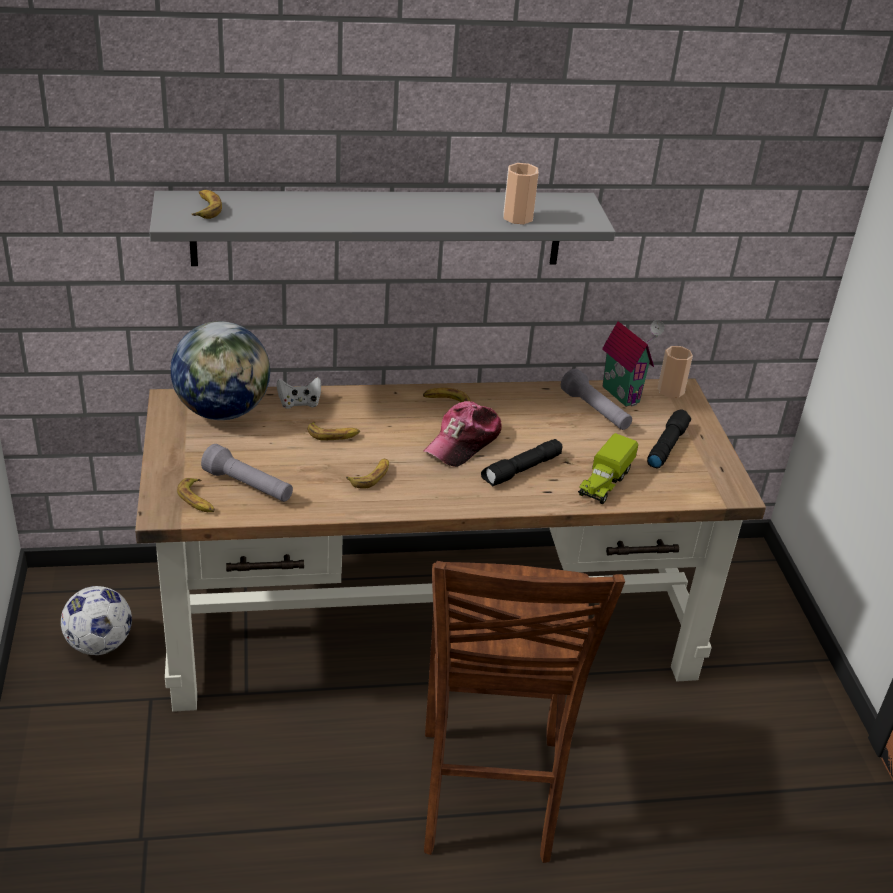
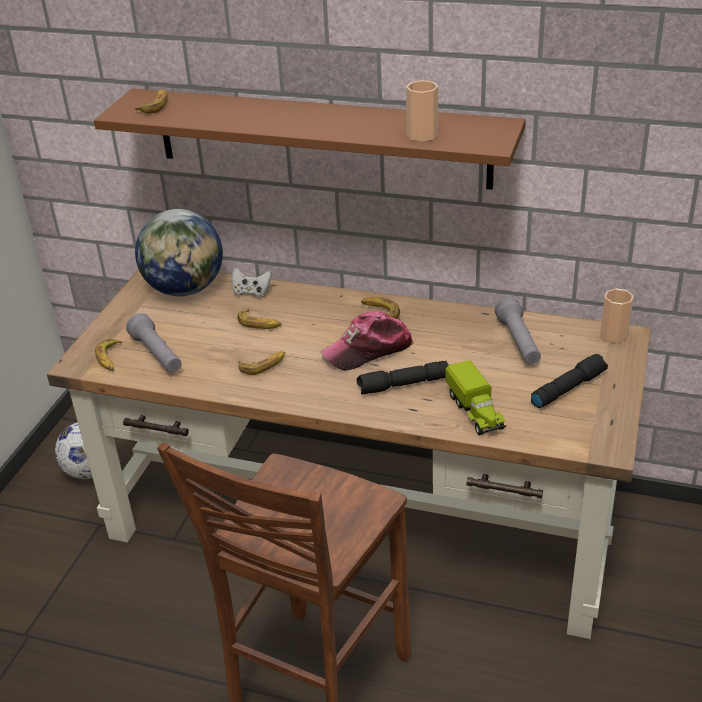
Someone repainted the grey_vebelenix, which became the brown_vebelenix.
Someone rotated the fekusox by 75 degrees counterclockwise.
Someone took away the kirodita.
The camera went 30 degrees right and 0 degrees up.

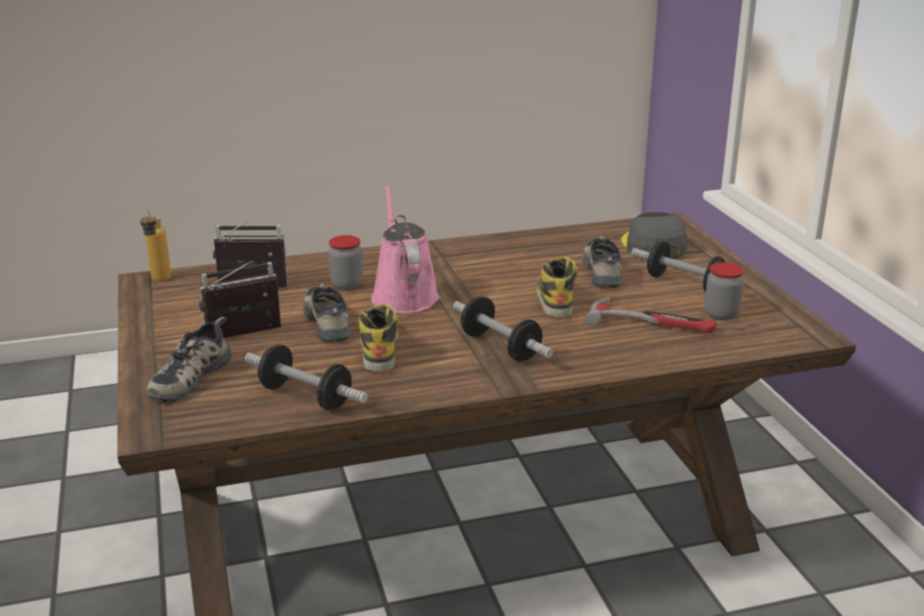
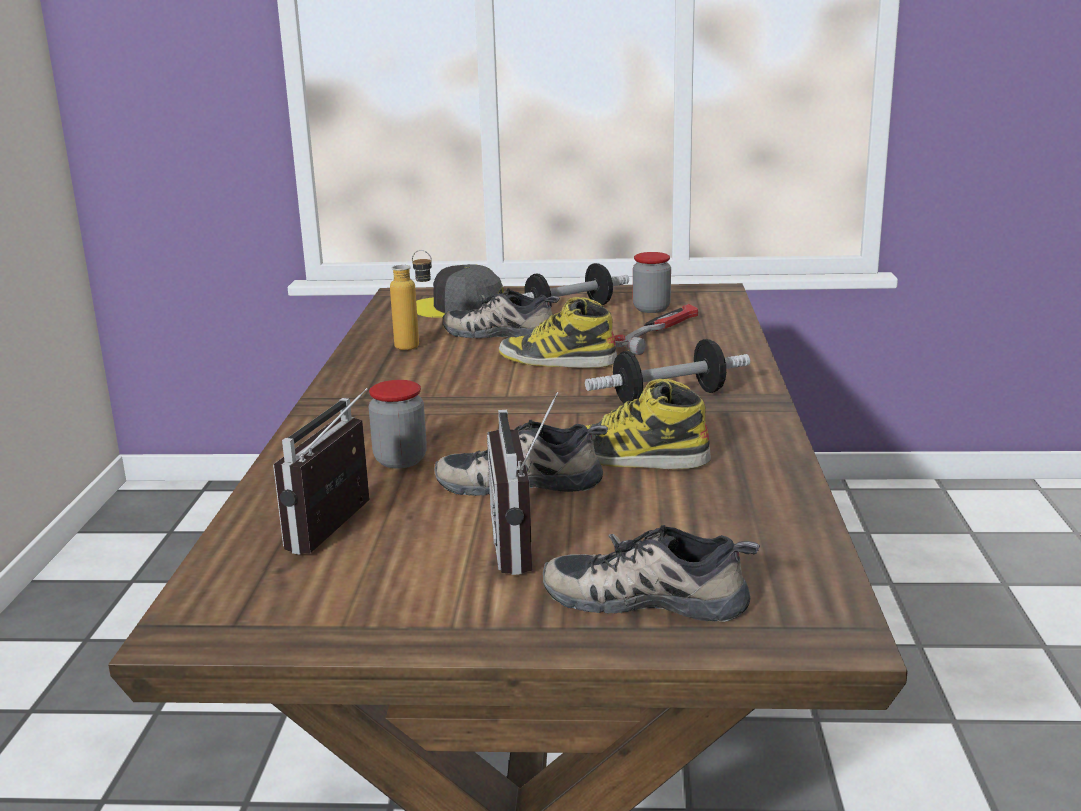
Someone carried the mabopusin.
Someone rotated the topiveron (1st from left in the first image) by 150 degrees clockwise.
Someone took away the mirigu (1st from left).
Someone took away the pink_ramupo.
The camera went 70 degrees left and 5 degrees down.

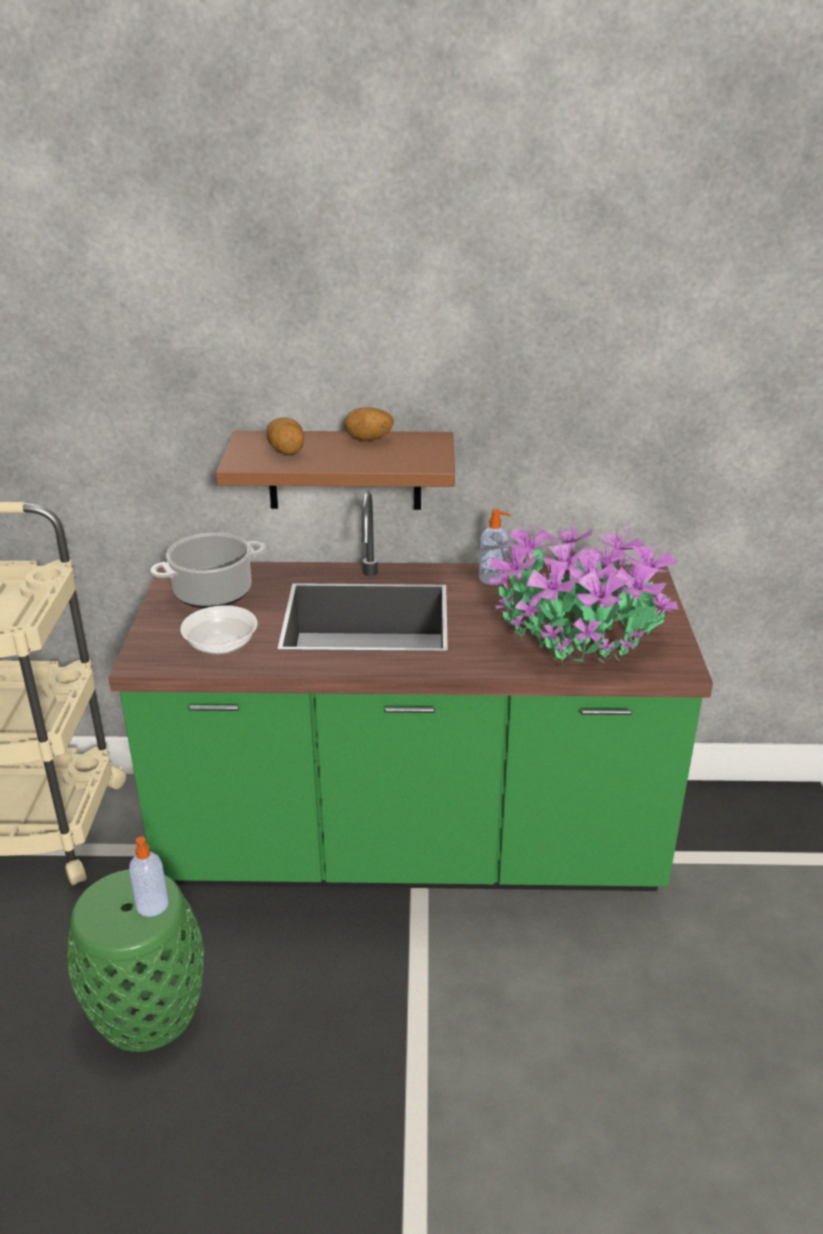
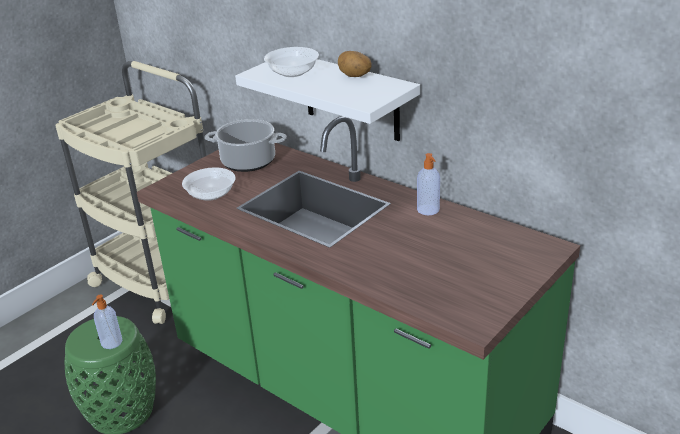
Someone repainted the brown_vebelenix, which became the white_vebelenix.
Someone swapped the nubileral (1st from left) for the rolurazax (2nd from left).
Someone took away the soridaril.
The camera went 40 degrees right and 0 degrees up.

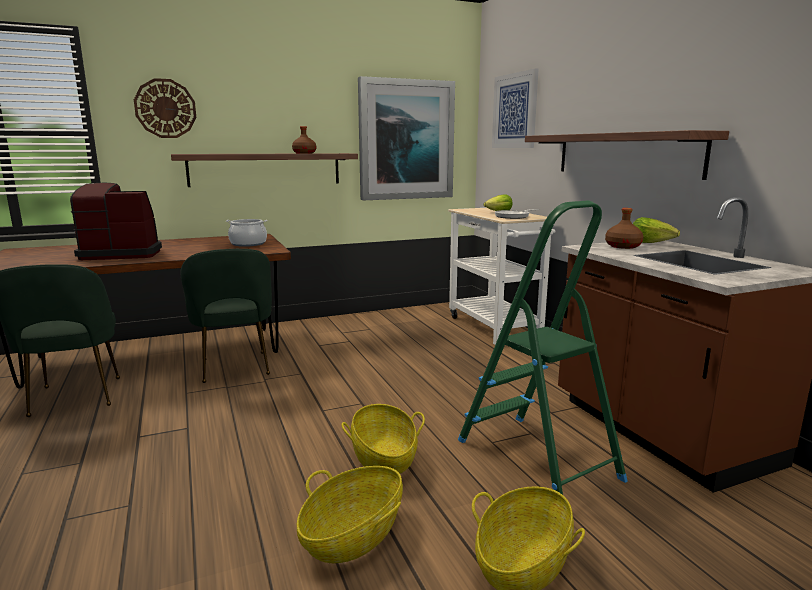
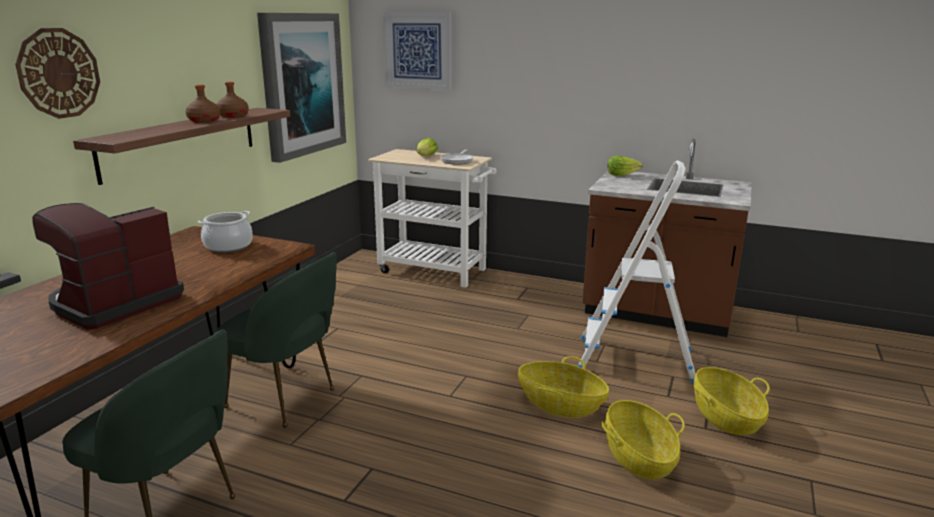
Someone carried the brown_mabopusin (2nd from left in the first image).
Someone repainted the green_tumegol, which became the white_tumegol.
Someone took away the vebelenix (2nd from left).
The camera went 45 degrees left and 5 degrees up.

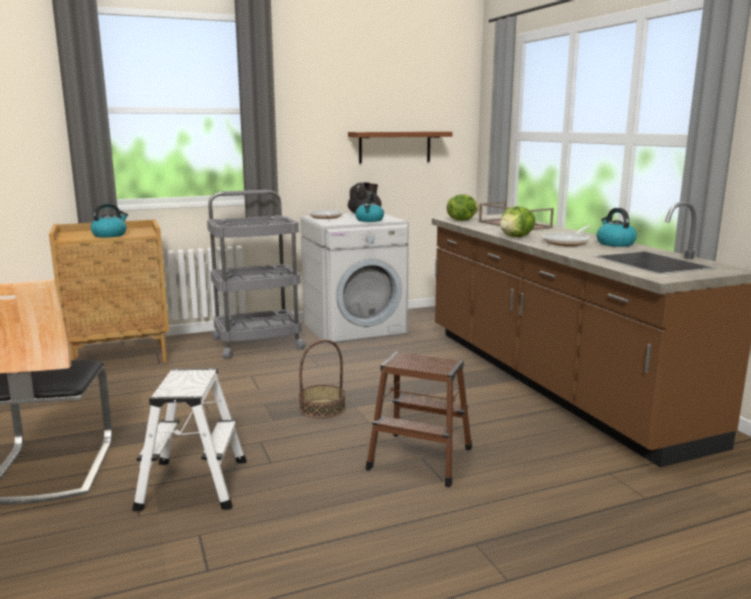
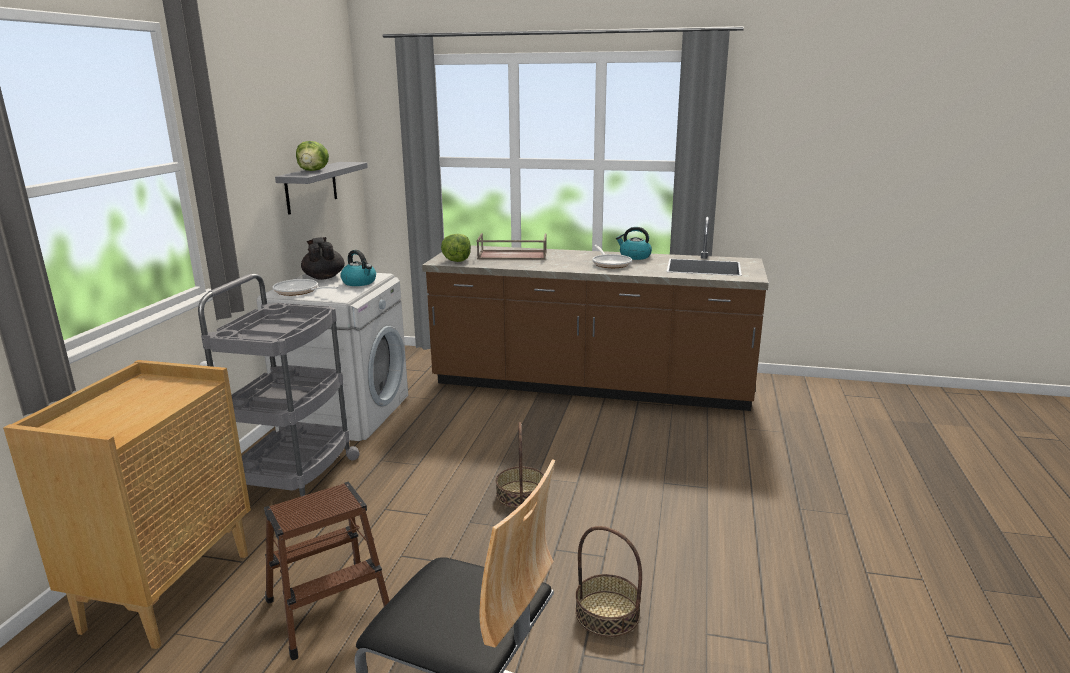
Someone carried the brown_tumegol.
Someone repainted the brown_vebelenix, which became the grey_vebelenix.
Someone carried the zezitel (2nd from left in the first image).
Someone swapped the white_tumegol for the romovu (2nd from left).
Someone took away the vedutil (1st from left).
The camera went 55 degrees left and 5 degrees up.

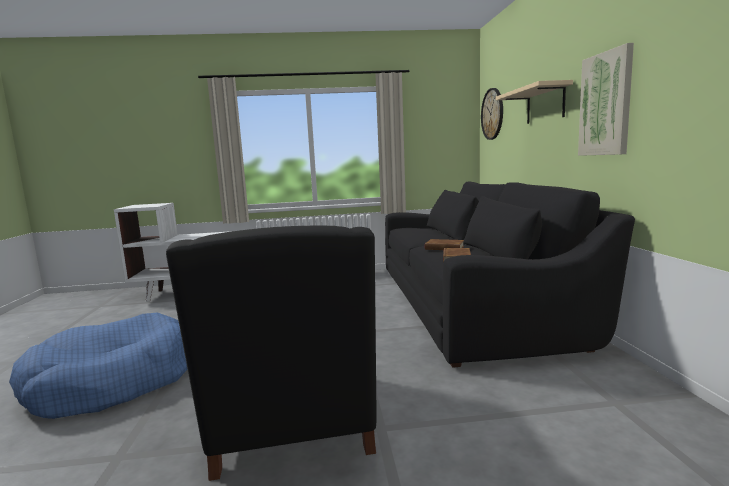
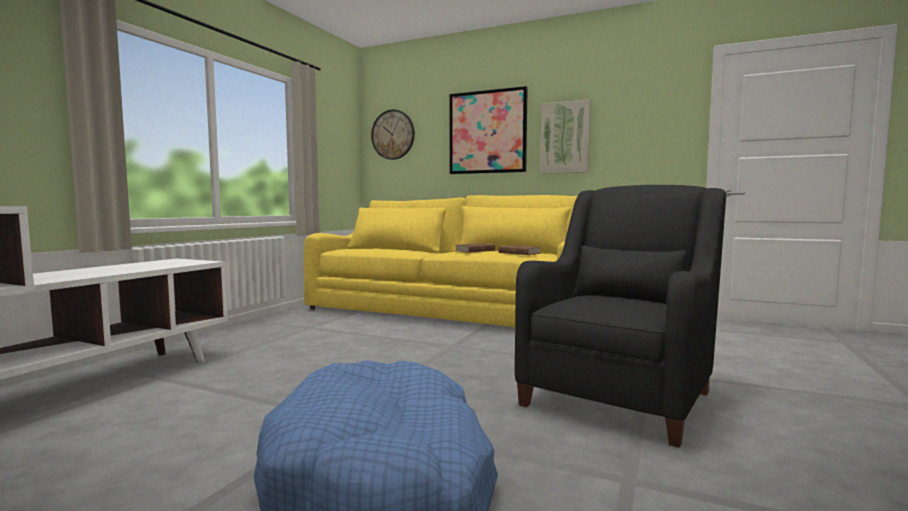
Someone repainted the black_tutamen, which became the yellow_tutamen.
Someone swapped the beige_vebelenix for the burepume (1st from left).
Someone rotated the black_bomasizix by 75 degrees counterclockwise.
The camera went 60 degrees left and 5 degrees down.

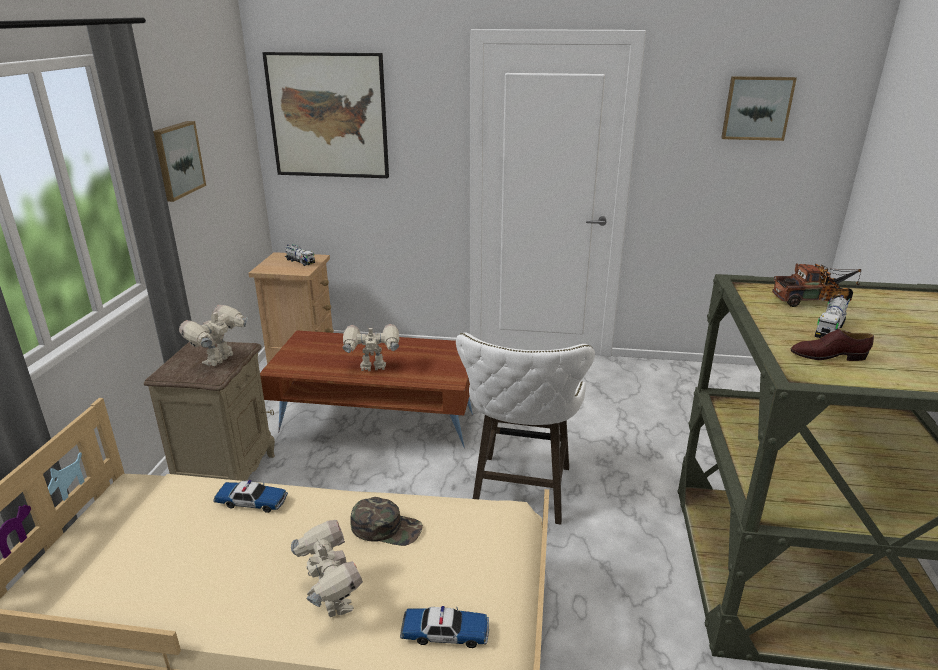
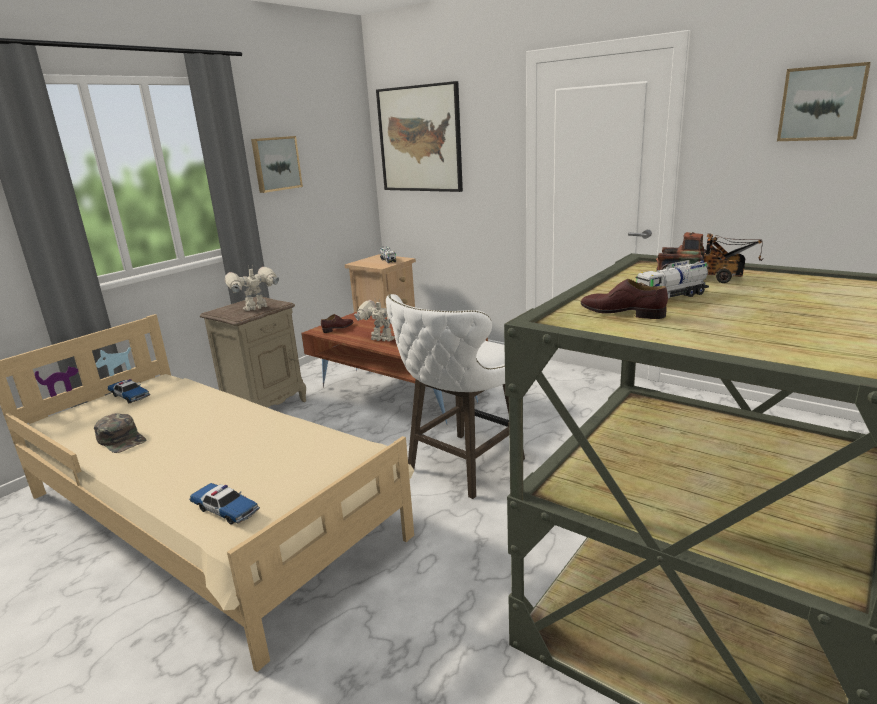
Someone carried the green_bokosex.
Someone carried the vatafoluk (1st from left).
Someone put down the brown_topiveron (1st from left).
Someone took away the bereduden (2nd from left).
The camera went 30 degrees right and 5 degrees down.

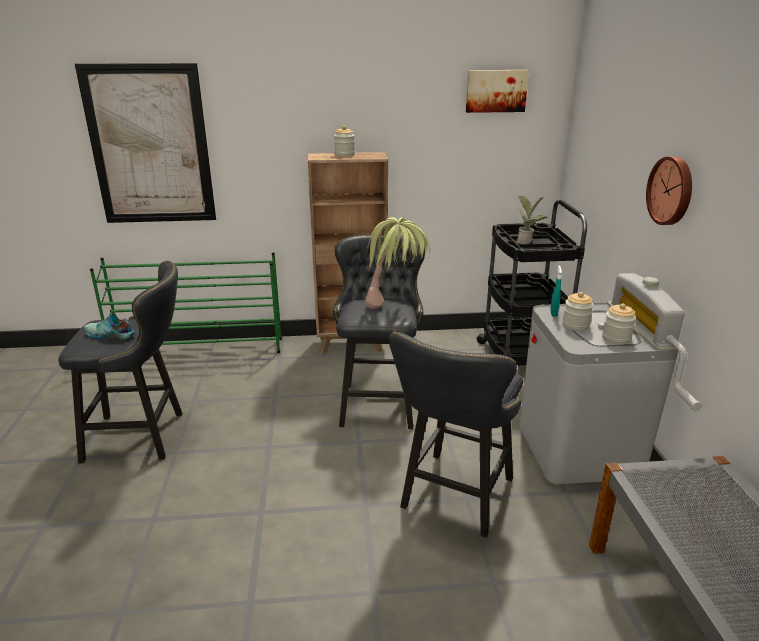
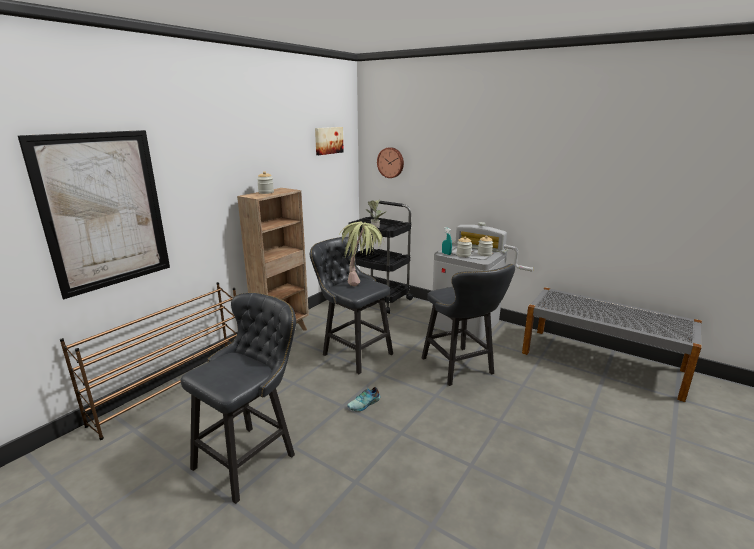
Someone repainted the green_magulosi, which became the brown_magulosi.
Someone carried the topiveron.
Someone carried the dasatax.
The camera went 50 degrees left and 5 degrees down.

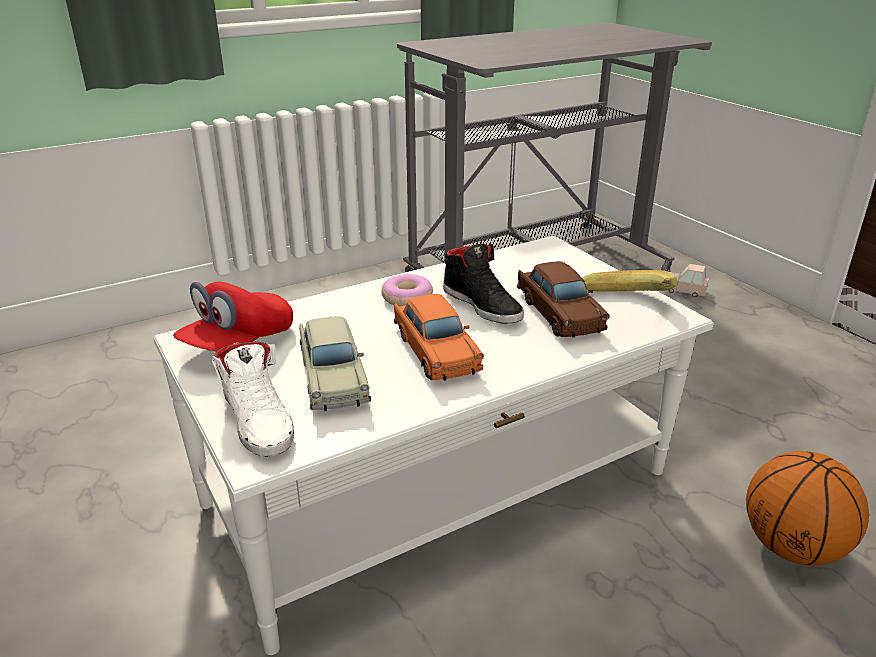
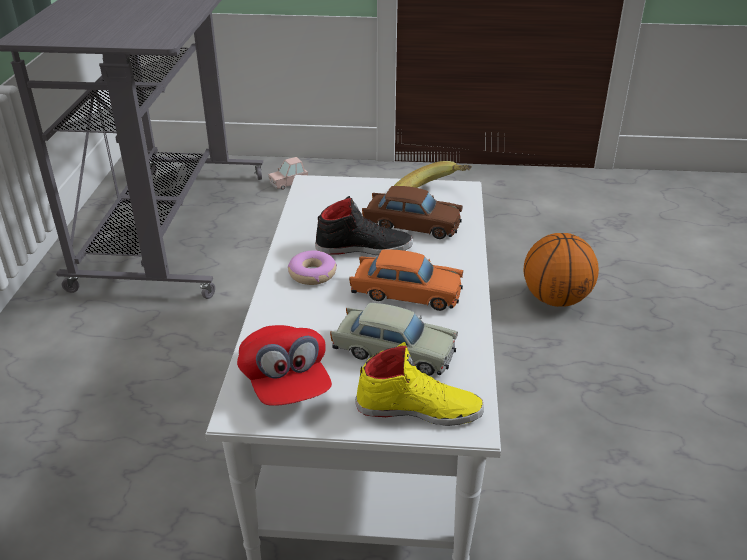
Someone repainted the white_topiveron, which became the yellow_topiveron.
The camera went 55 degrees left and 5 degrees up.

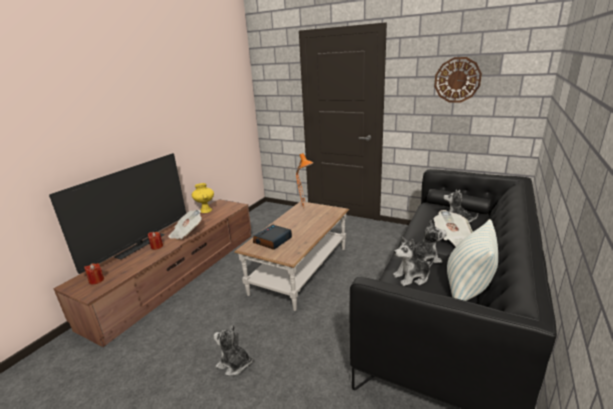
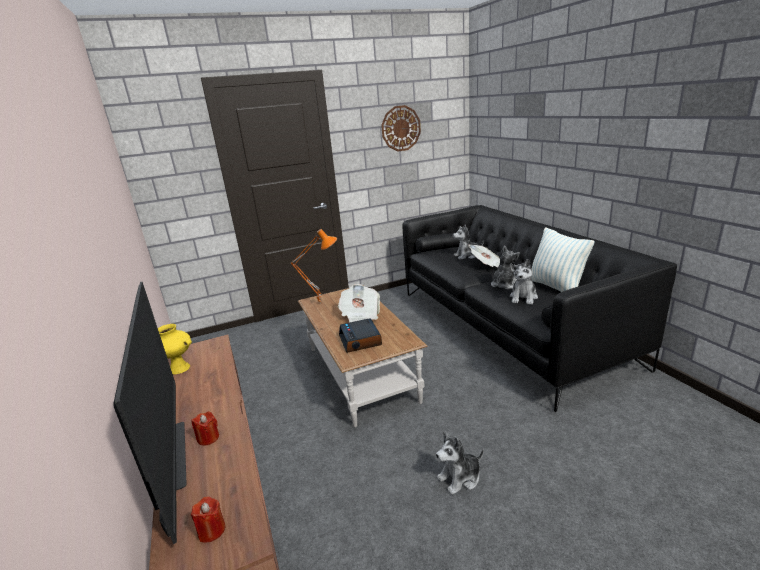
Someone carried the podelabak (1st from left).
The camera went 50 degrees left and 0 degrees up.

